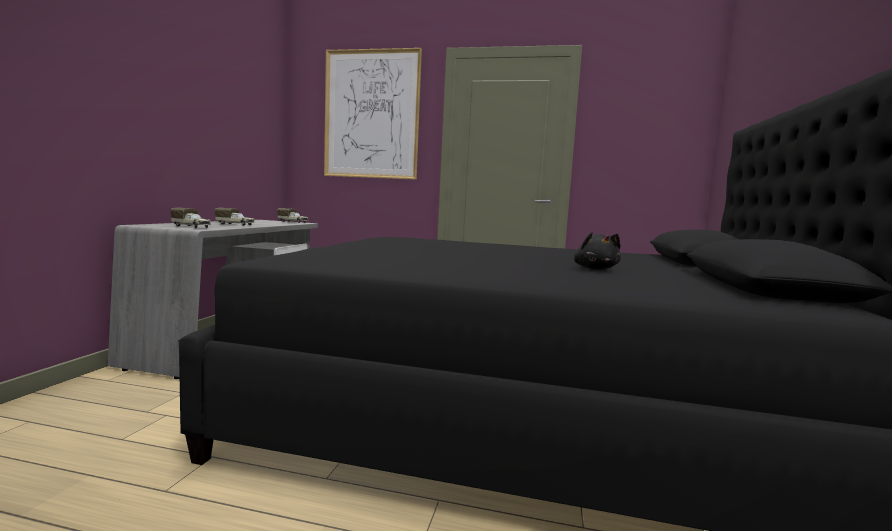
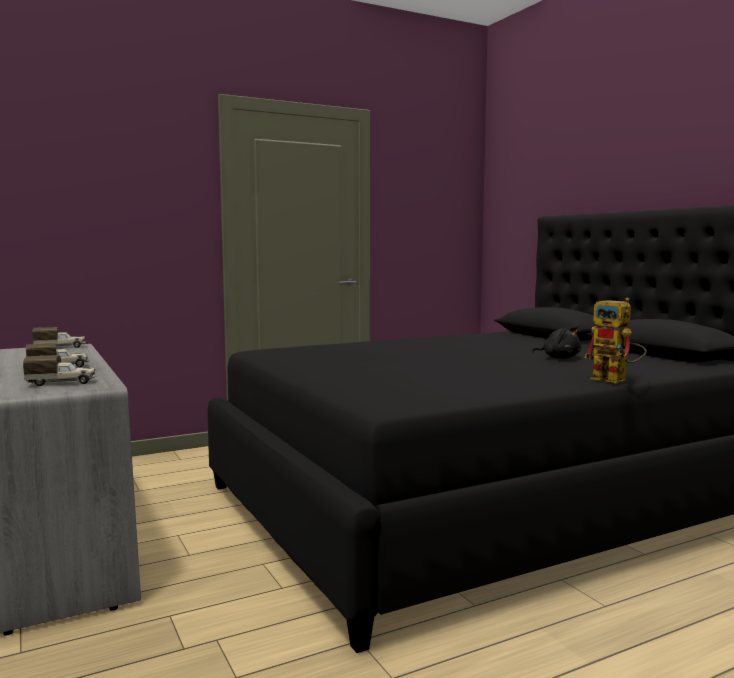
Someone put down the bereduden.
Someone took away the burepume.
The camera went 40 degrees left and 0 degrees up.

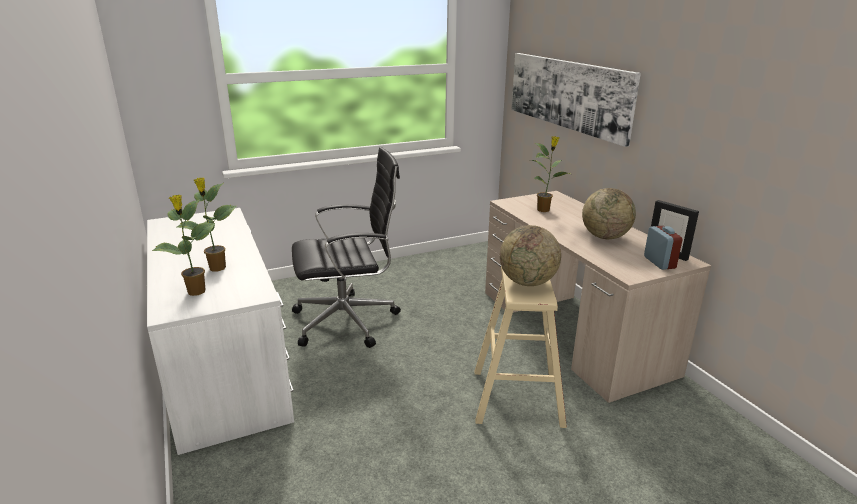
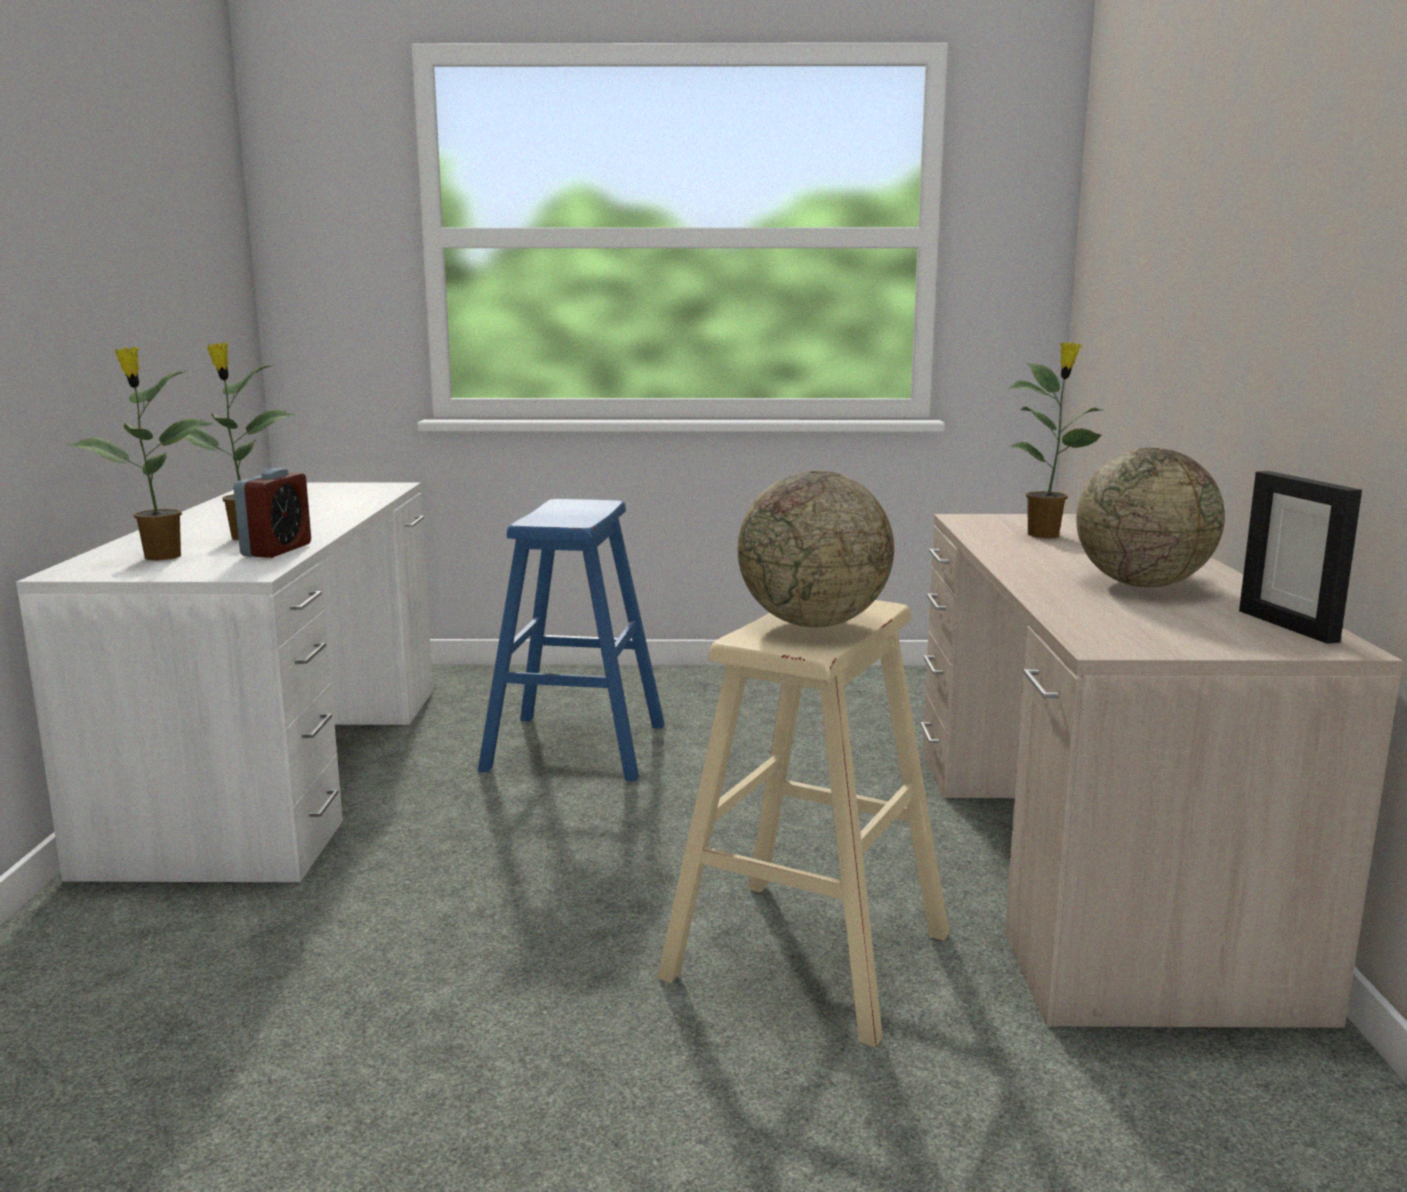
Someone carried the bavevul.
Someone swapped the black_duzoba for the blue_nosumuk.
Someone took away the burepume.
The camera went 25 degrees right and 10 degrees down.

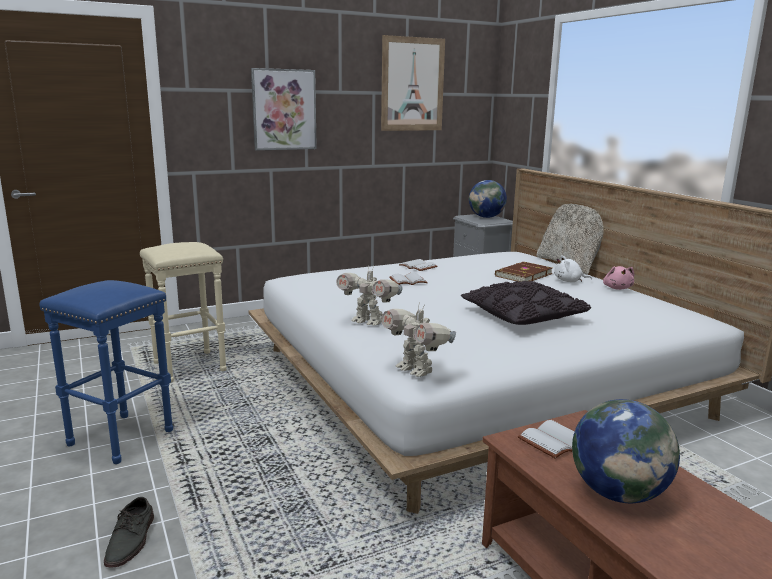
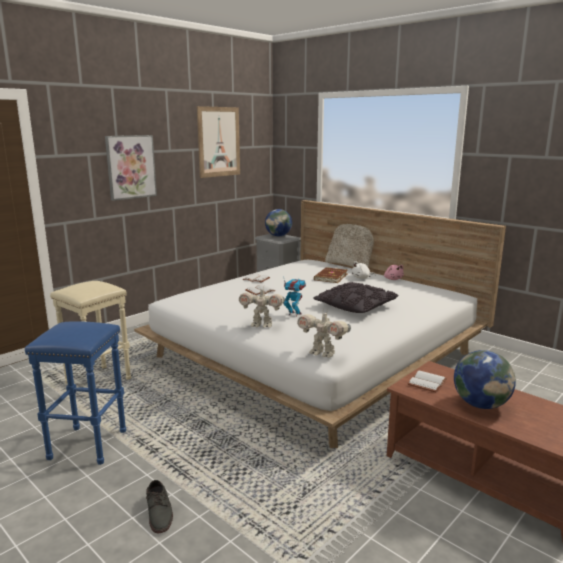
Someone put down the bereduden (2nd from left).
The camera went 20 degrees left and 0 degrees up.

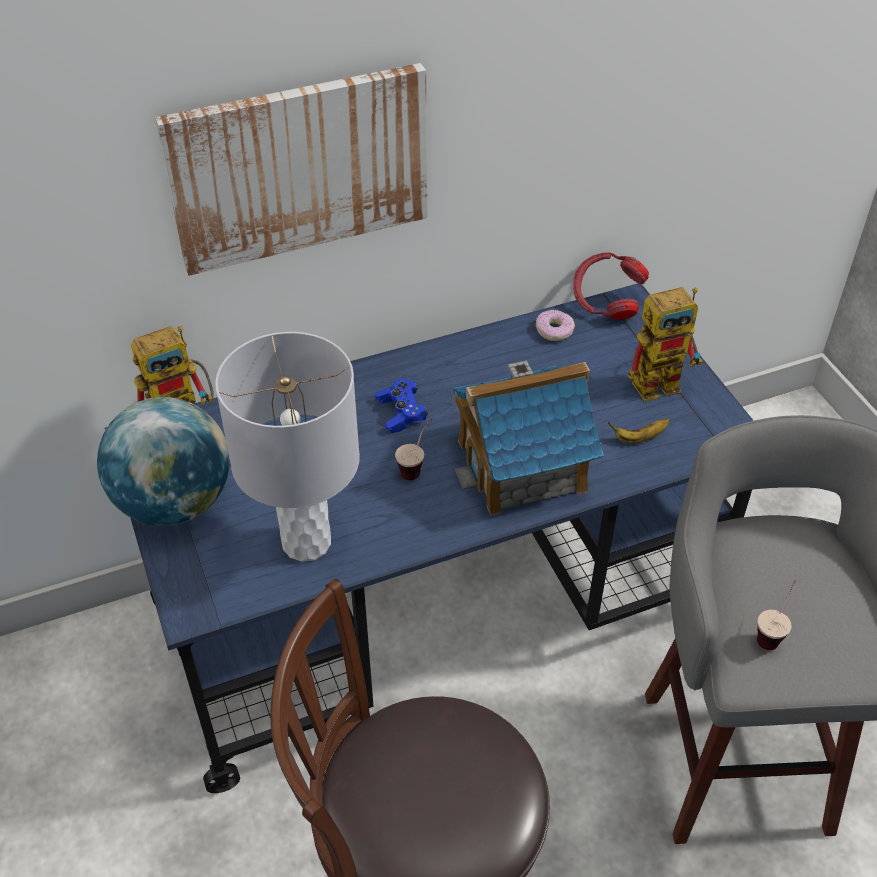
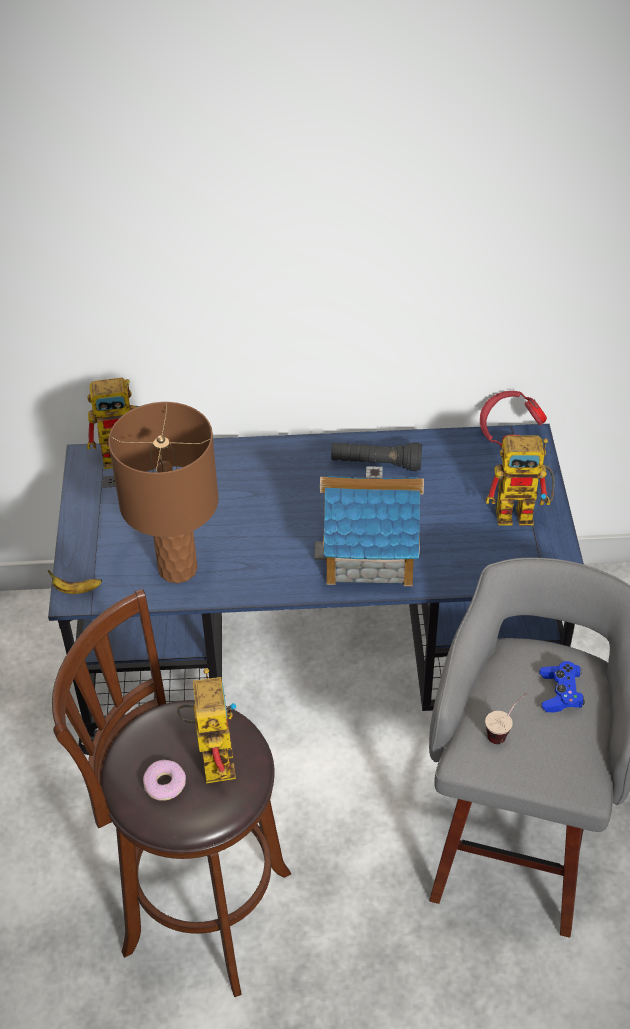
Someone carried the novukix.
Someone repainted the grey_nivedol, which became the brown_nivedol.
Someone carried the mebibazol.
Someone put down the bereduden (2nd from left).
Someone put down the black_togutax.
Someone carried the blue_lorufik.
Someone took away the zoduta.
Someone took away the burepume.
Someone took away the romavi (1st from left).
The camera went 20 degrees right and 0 degrees up.

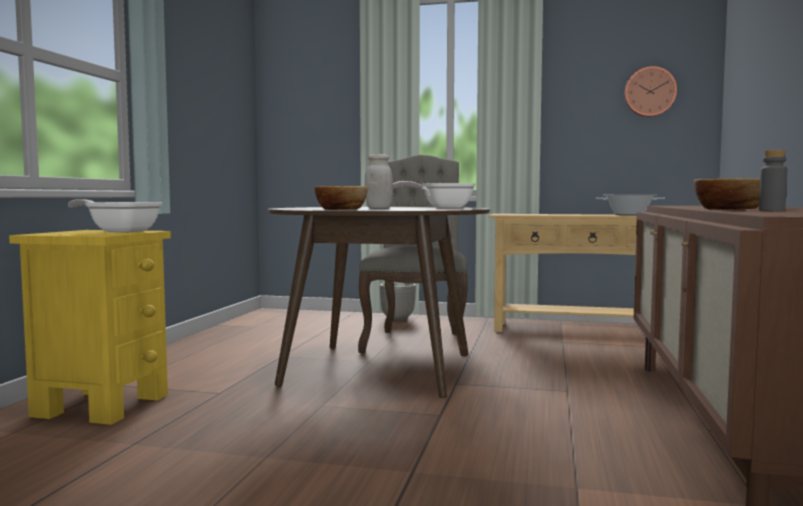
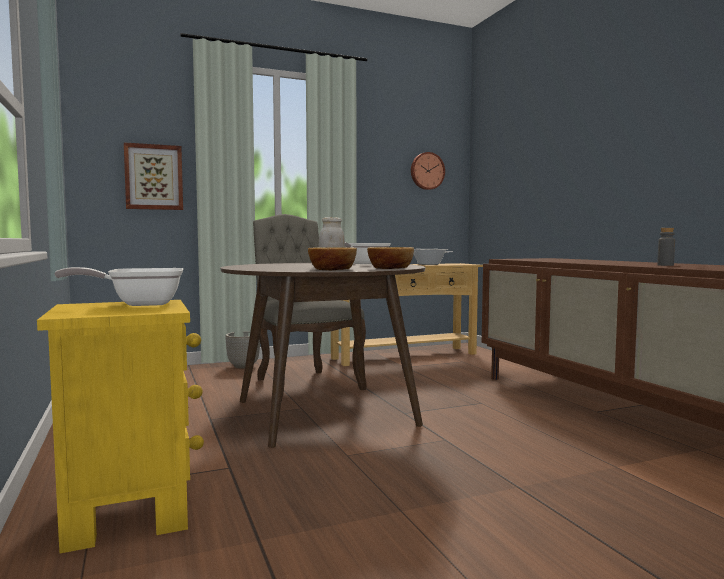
Someone put up the burepume.
Someone carried the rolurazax (2nd from left).
The camera went 35 degrees left and 0 degrees up.

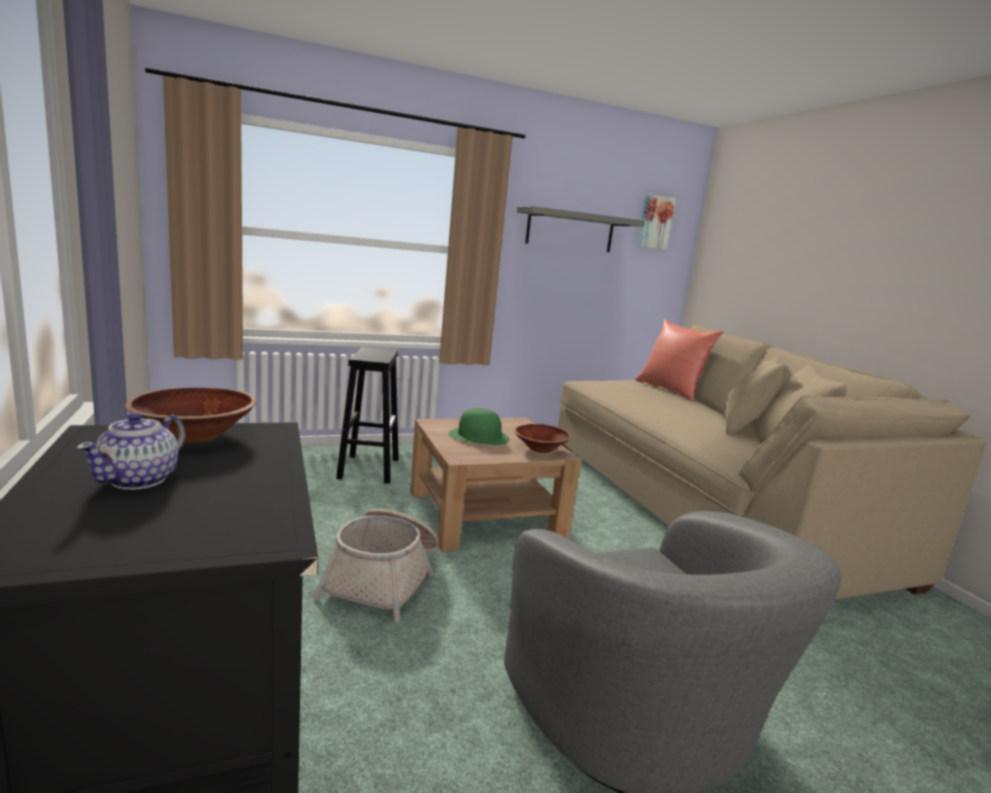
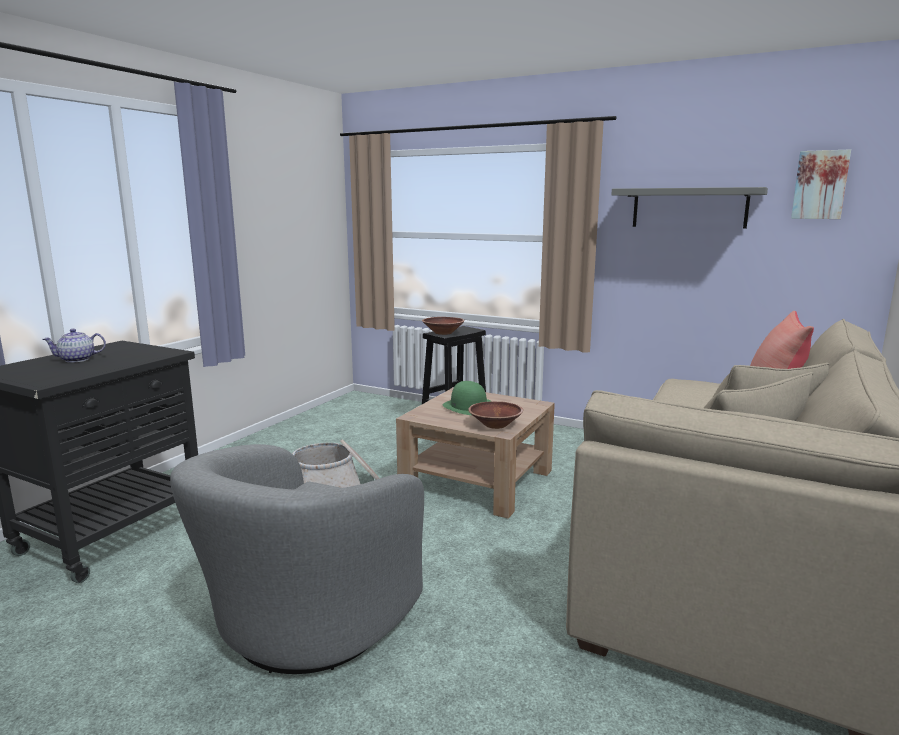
Someone carried the brown_rolurazax (1st from left).
The camera went 50 degrees right and 0 degrees up.

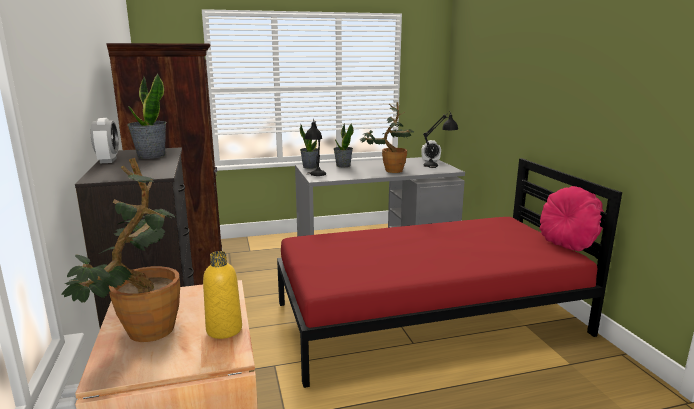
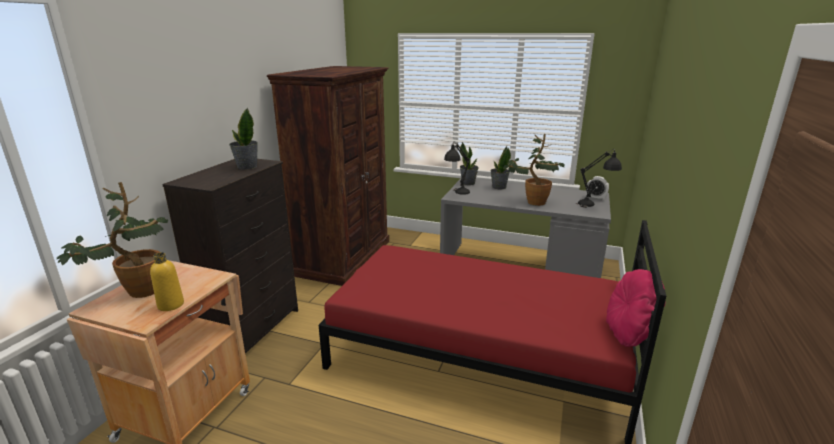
Someone took away the bavevul (1st from left).
The camera went 35 degrees right and 5 degrees up.

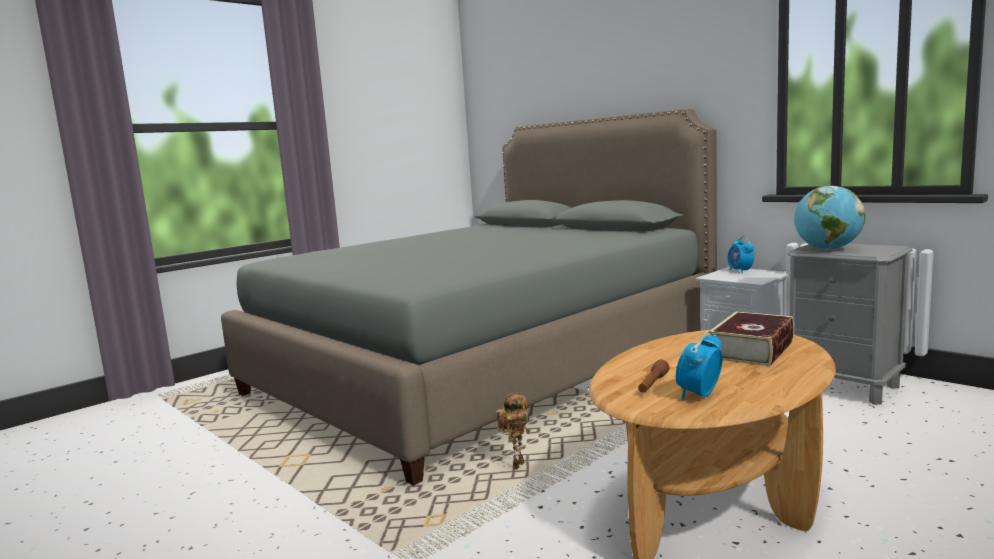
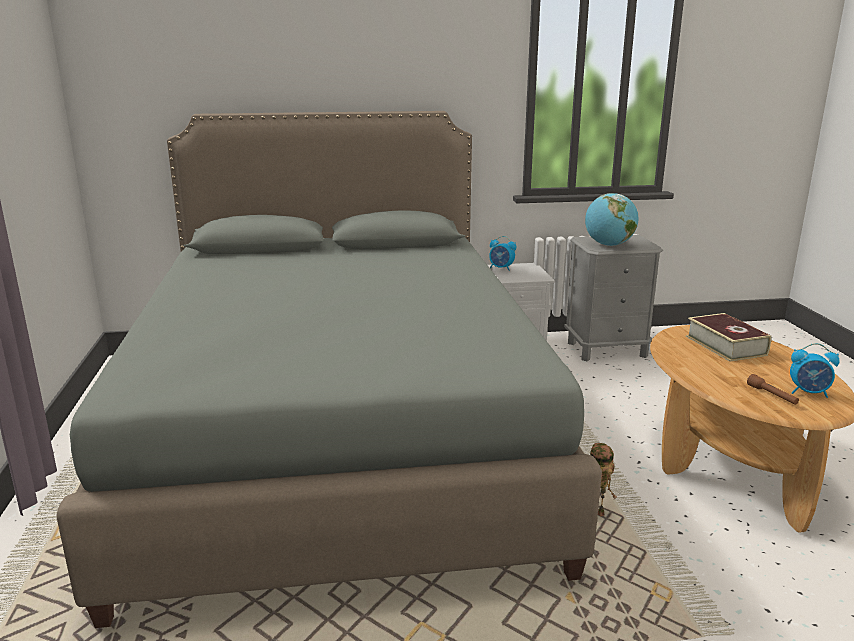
Someone rotated the bavevul (1st from left in the first image) by 60 degrees counterclockwise.
The camera went 55 degrees left and 10 degrees up.

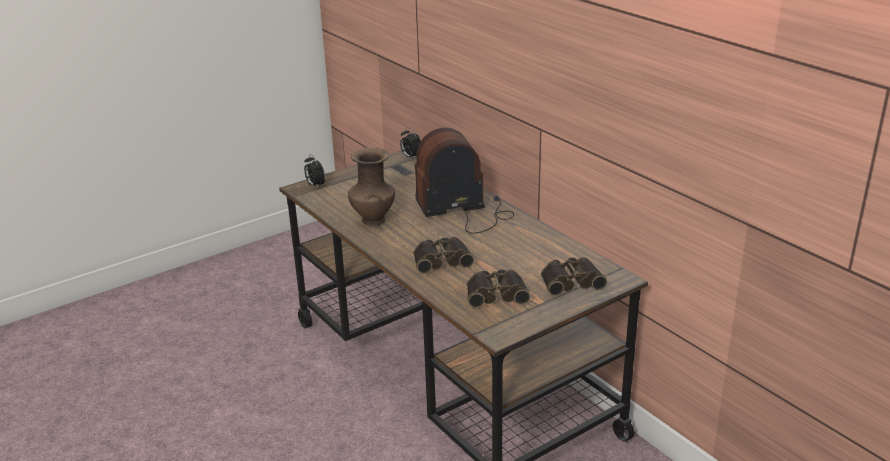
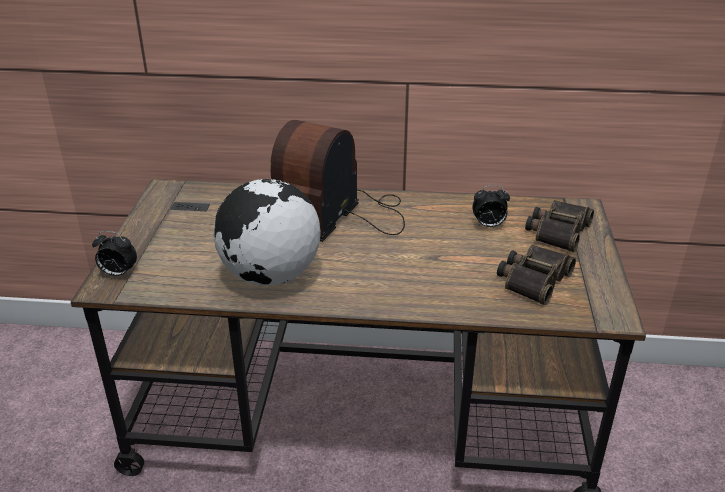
Someone swapped the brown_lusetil for the zoduta.
Someone carried the bavevul (2nd from left).
Someone took away the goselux (1st from left).
The camera went 50 degrees left and 5 degrees up.

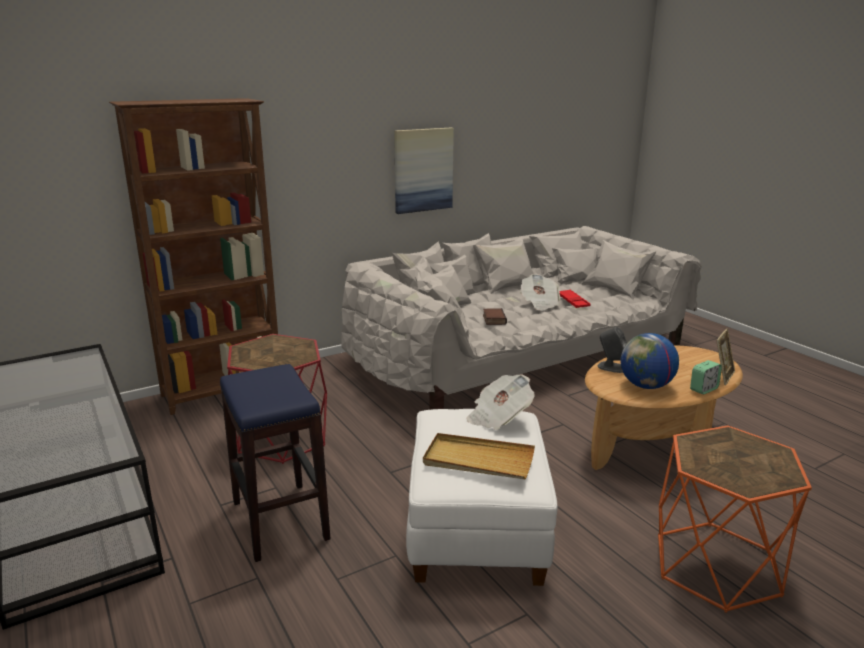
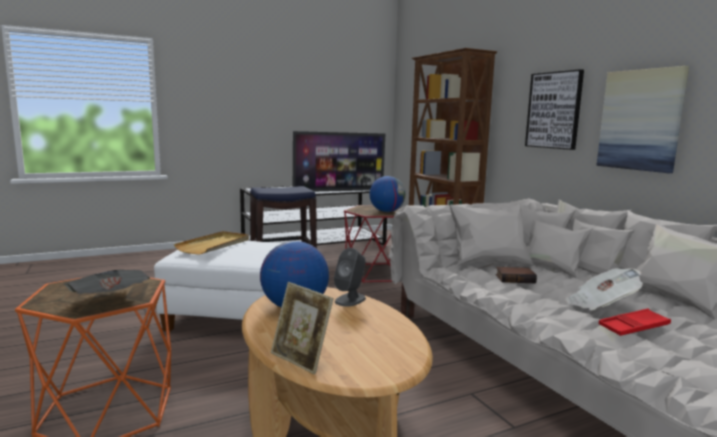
Someone carried the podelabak (1st from left).
Someone put down the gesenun.
Someone put down the zoduta (2nd from left).
Someone put up the burepume (1st from left).
Someone took away the bavevul.
The camera went 95 degrees right and 10 degrees down.

